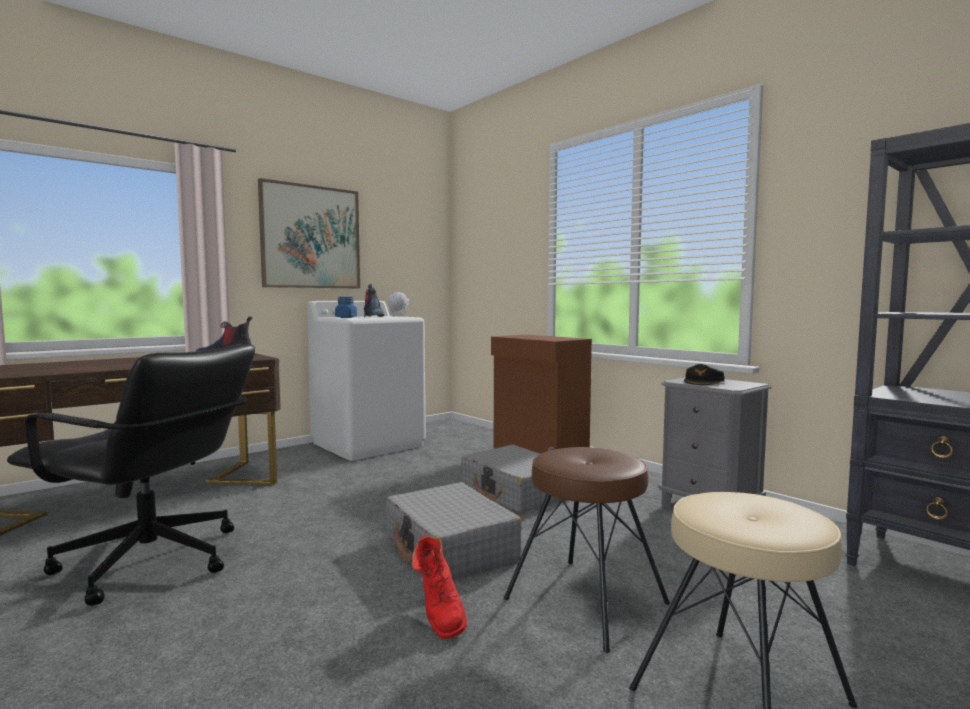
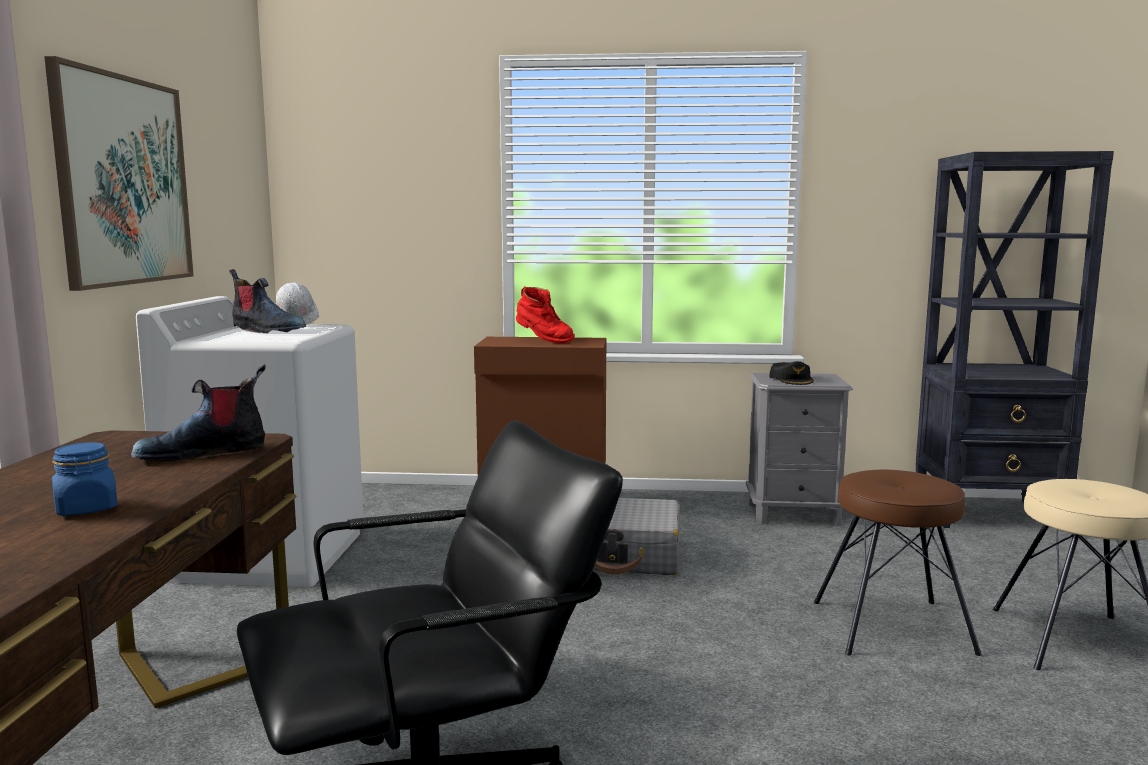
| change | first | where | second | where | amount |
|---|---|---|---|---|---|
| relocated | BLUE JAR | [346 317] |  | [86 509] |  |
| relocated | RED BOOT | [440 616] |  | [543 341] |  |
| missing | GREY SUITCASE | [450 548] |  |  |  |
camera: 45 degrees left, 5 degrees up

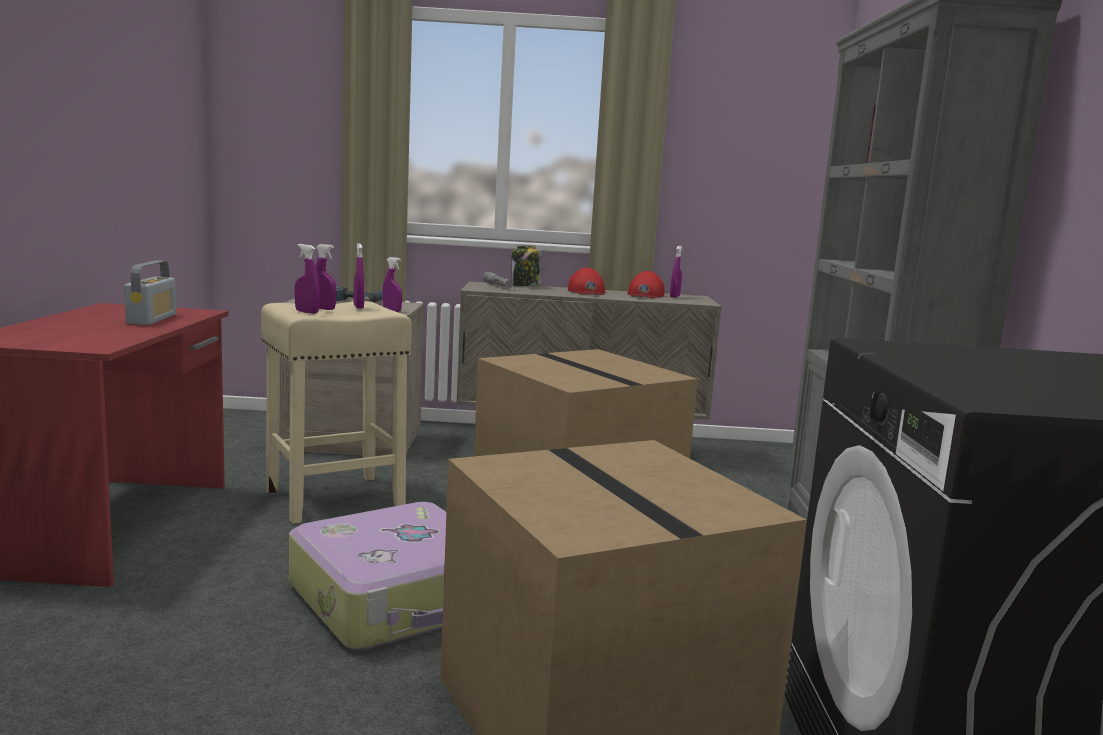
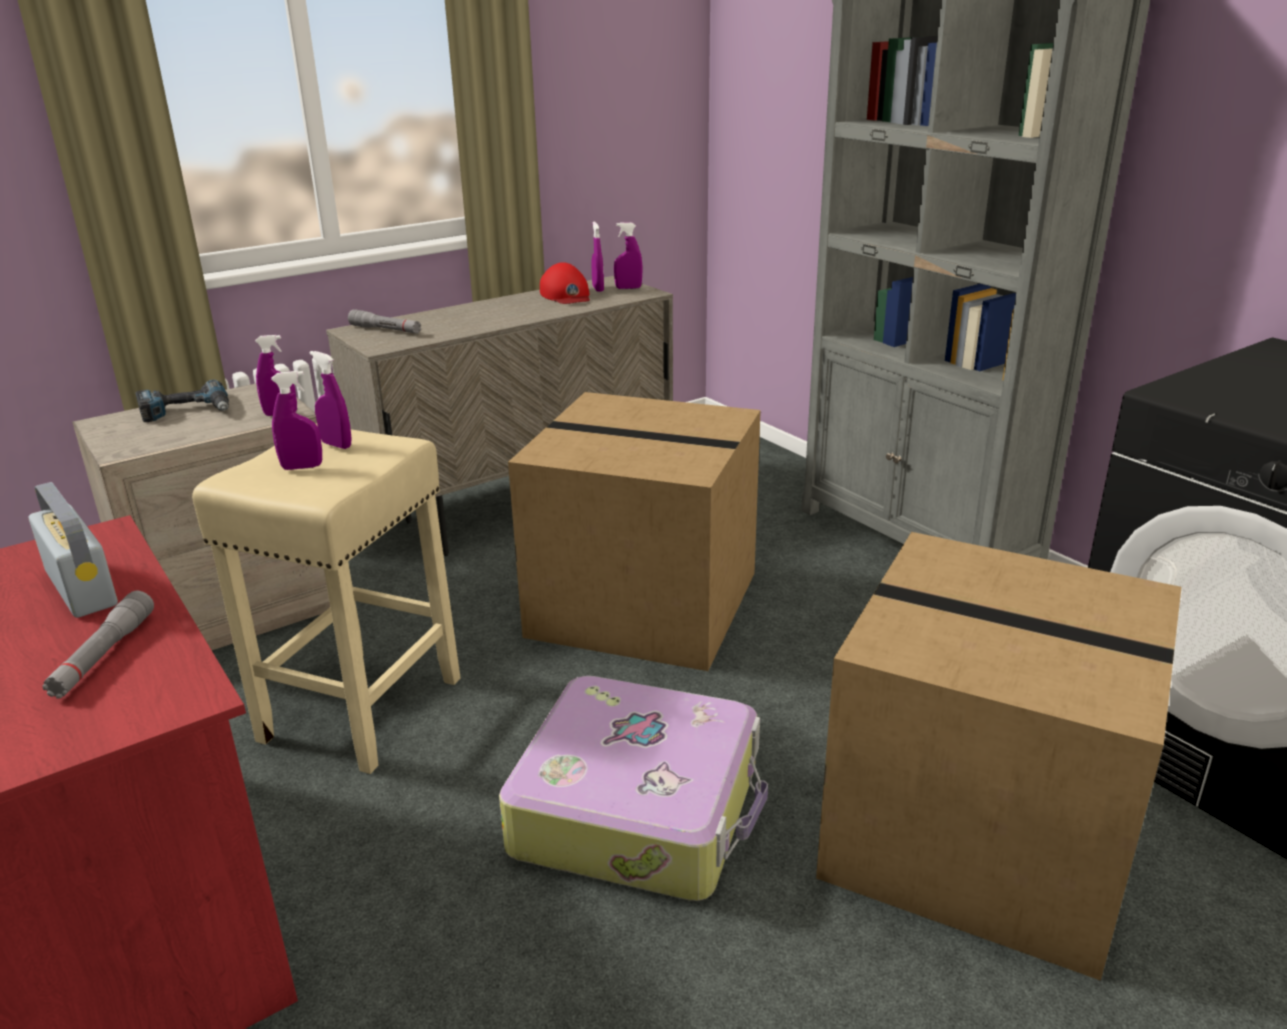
| change | first | where | second | where | amount |
|---|---|---|---|---|---|
| appeared |  |  | GREY FLASHLIGHT | [103 655] |  |
| relocated | PURPLE SPRAY BOTTLE | [307 312] |  | [628 288] |  |
| missing | JAR | [526 286] |  |  |  |
| missing | RED CAP | [587 292] |  |  |  |
camera: 35 degrees left, 15 degrees up

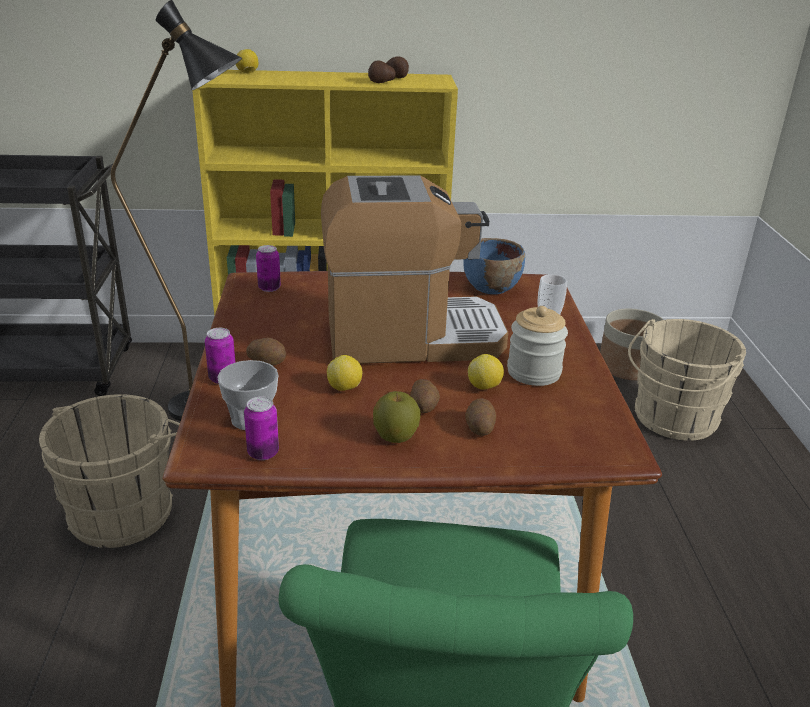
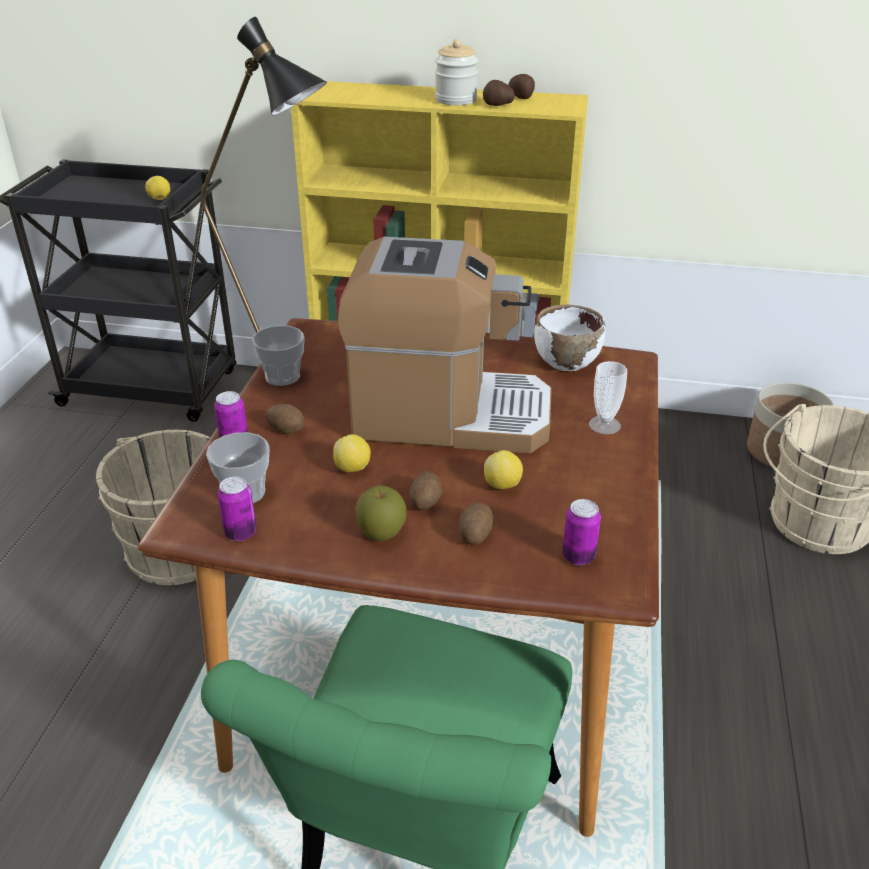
| change | first | where | second | where | amount |
|---|---|---|---|---|---|
| relocated | LEMON | [247 73] |  | [159 199] |  |
| appeared |  |  | CUP | [282 377] |  |
| relocated | JAR | [533 372] |  | [456 100] |  |
| colour | BLUE BOWL | [490 287] | WHITE BOWL | [566 361] |  |
| relocated | CAN | [269 288] |  | [578 556] |  |
camera: 15 degrees right, 5 degrees up

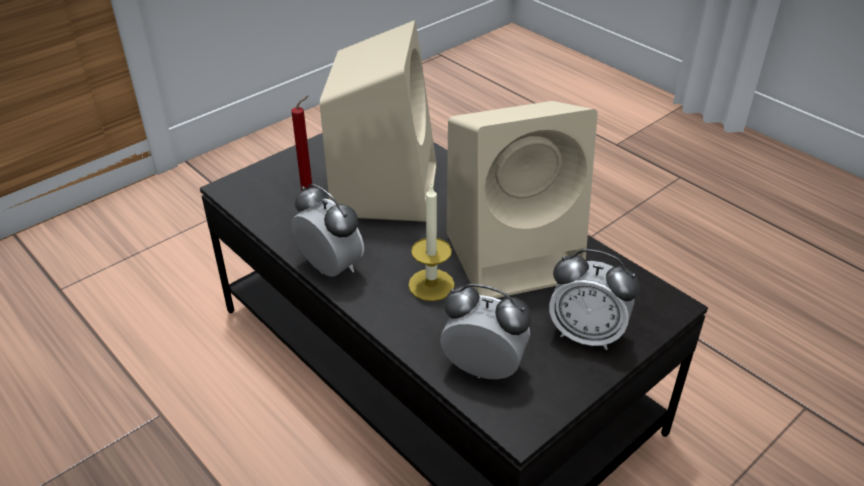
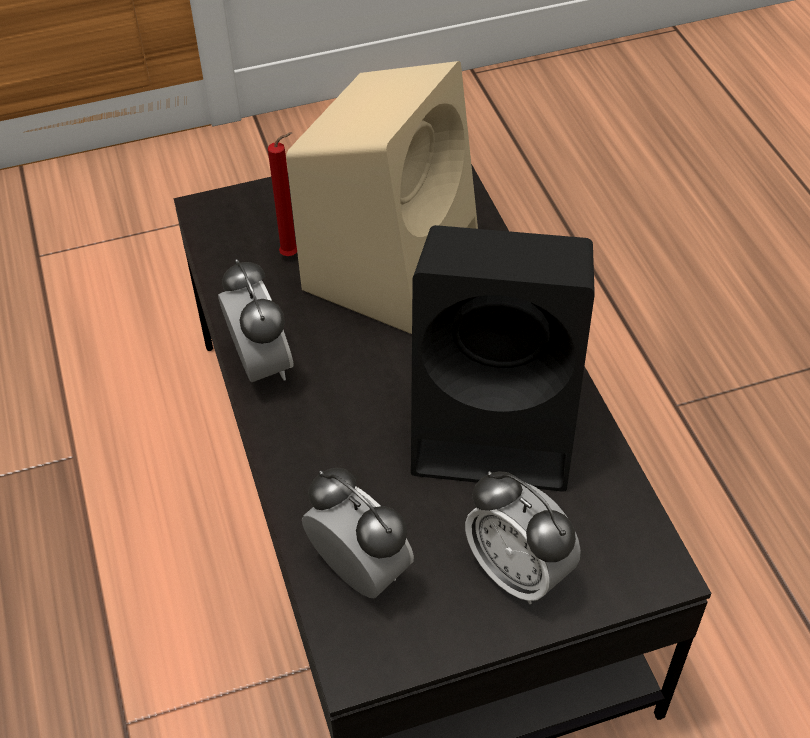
| change | first | where | second | where | amount |
|---|---|---|---|---|---|
| colour | BEIGE SPEAKER | [516 254] | BLACK SPEAKER | [500 423] |  |
| missing | CANDLE | [431 285] |  |  |  |
camera: 25 degrees right, 10 degrees up

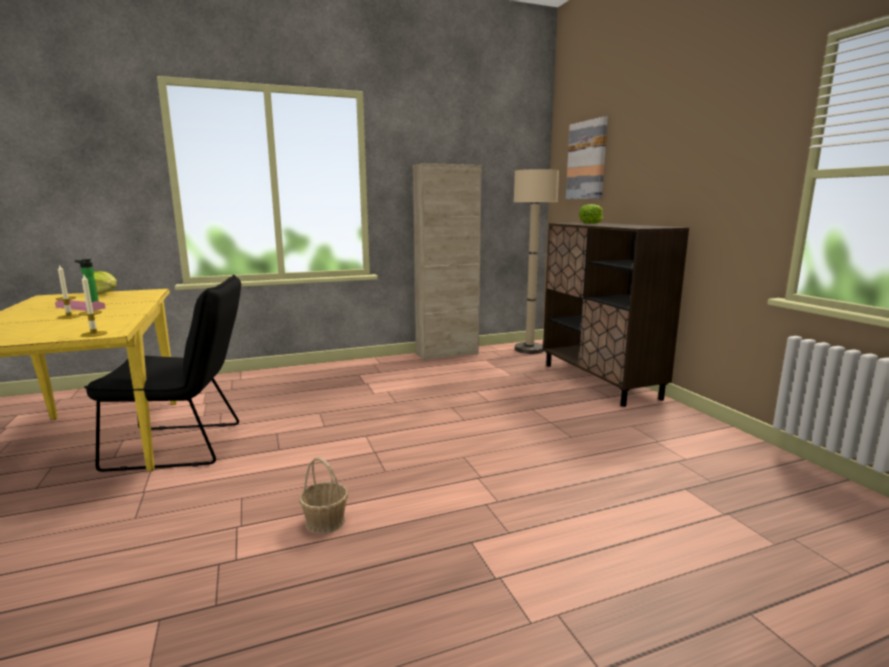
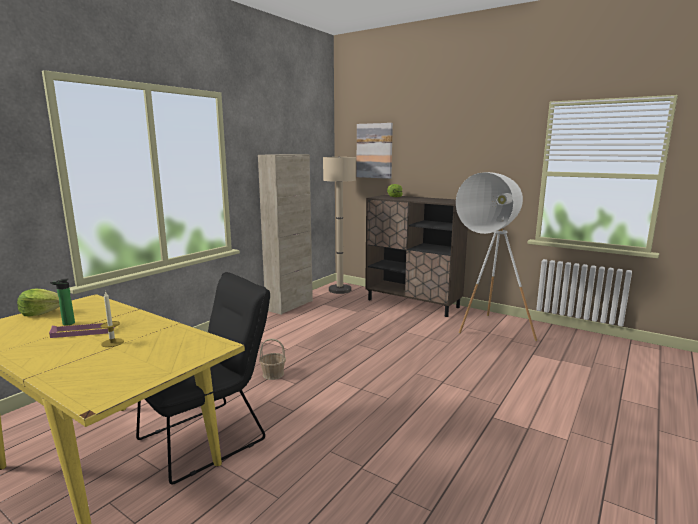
| change | first | where | second | where | amount |
|---|---|---|---|---|---|
| relocated | BASKET | [325 521] |  | [273 374] |  |
| appeared |  |  | WHITE FLOOR LAMP | [486 333] |  |
| missing | CANDLE | [94 334] |  |  |  |
camera: 35 degrees left, 0 degrees up

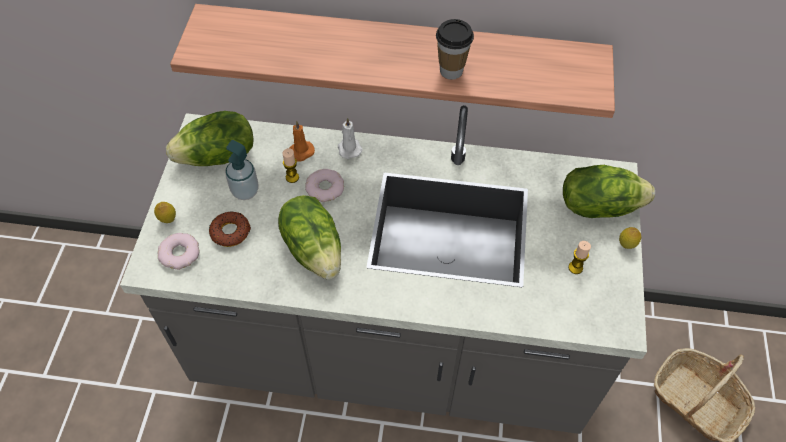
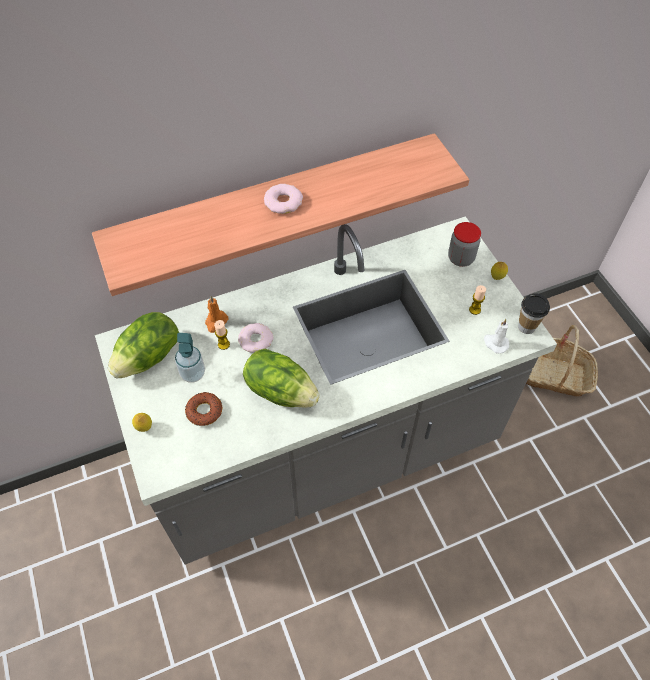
| change | first | where | second | where | amount |
|---|---|---|---|---|---|
| relocated | DONUT | [180 253] |  | [283 202] |  |
| exchanged | LETTUCE | [598 205] | JAR | [460 258] |  |
| relocated | WHITE CANDLE | [349 148] |  | [495 343] |  |
| relocated | CUP | [451 71] |  | [526 327] |  |
camera: 30 degrees left, 0 degrees up

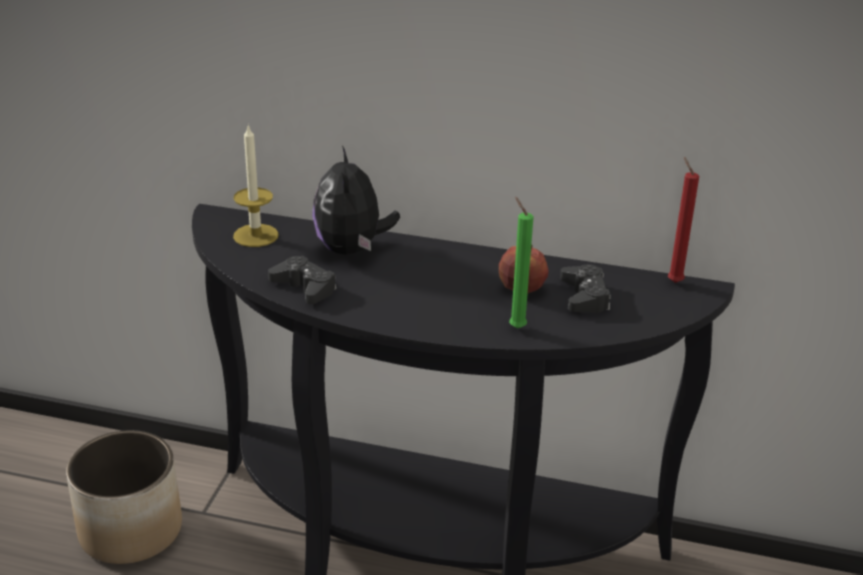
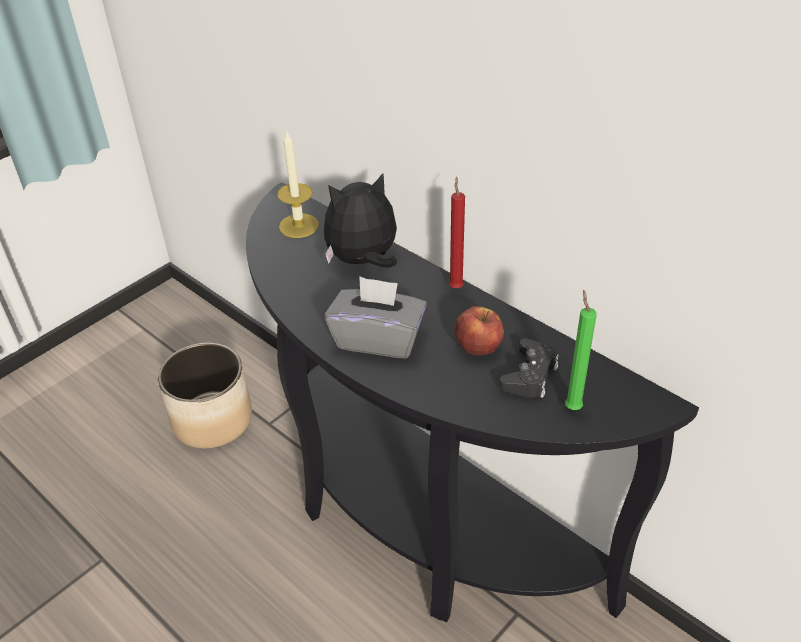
| change | first | where | second | where | amount |
|---|---|---|---|---|---|
| spun | PLUSH TOY | [352 249] |  | [363 261] | 45 degrees clockwise |
| appeared |  |  | GREY TISSUE BOX | [378 339] |  |
| relocated | RED CANDLE | [673 281] |  | [456 286] |  |
| relocated | GREEN CANDLE | [515 327] |  | [572 406] |  |
| missing | BLACK GAME CONTROLLER | [304 287] |  |  |  |
camera: 30 degrees right, 10 degrees up

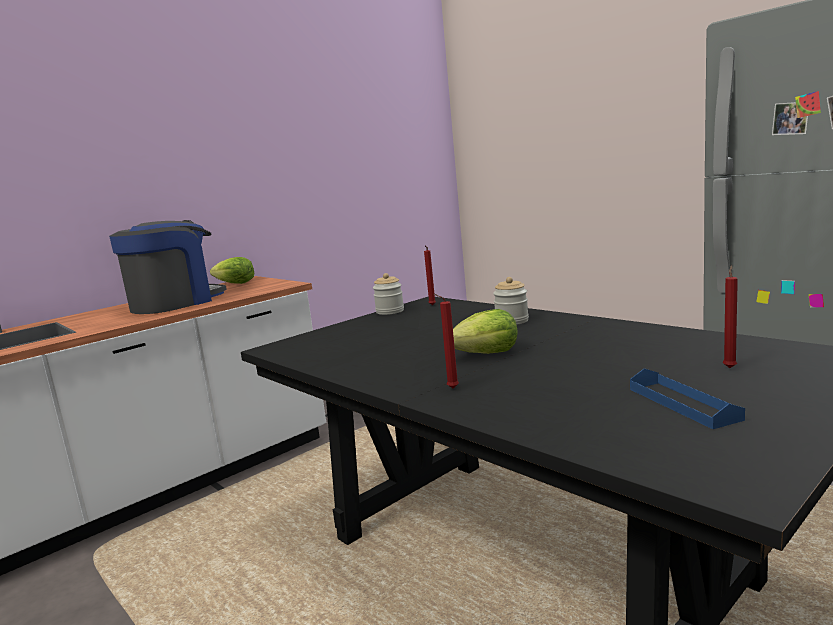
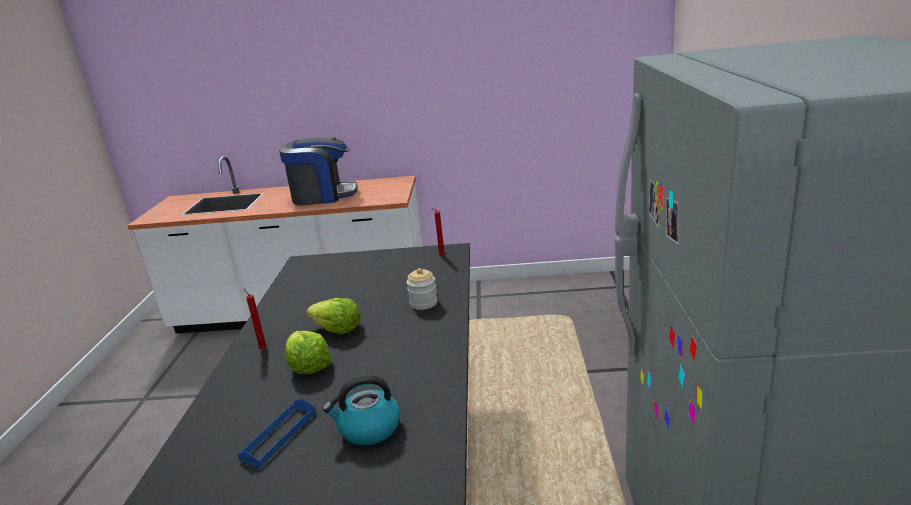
| change | first | where | second | where | amount |
|---|---|---|---|---|---|
| relocated | LETTUCE | [235 283] |  | [308 365] |  |
| exchanged | RED CANDLE | [730 367] | KETTLE | [368 429] |  |
| missing | JAR | [390 311] |  |  |  |
camera: 45 degrees right, 10 degrees up

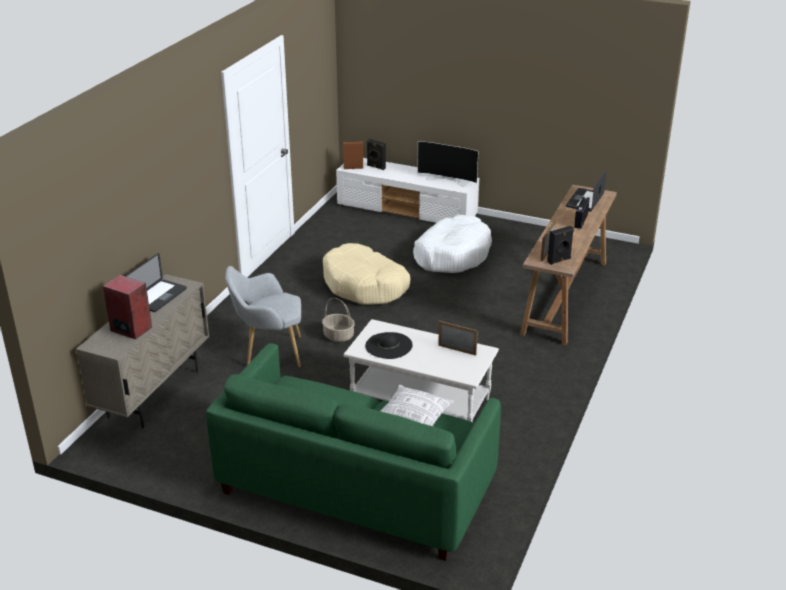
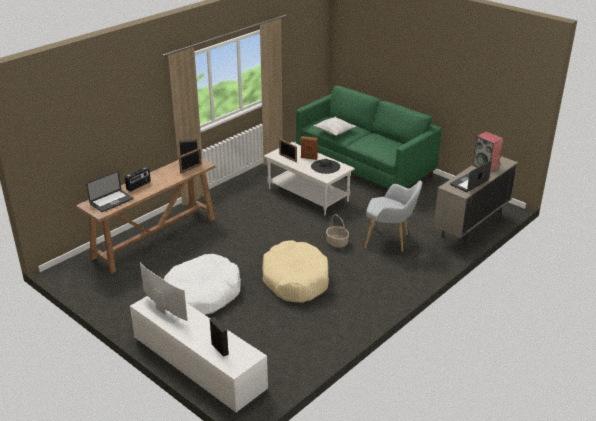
| change | first | where | second | where | amount |
|---|---|---|---|---|---|
| relocated | BROWN SPEAKER | [353 167] |  | [308 158] |  |
camera: 160 degrees left, 0 degrees up

